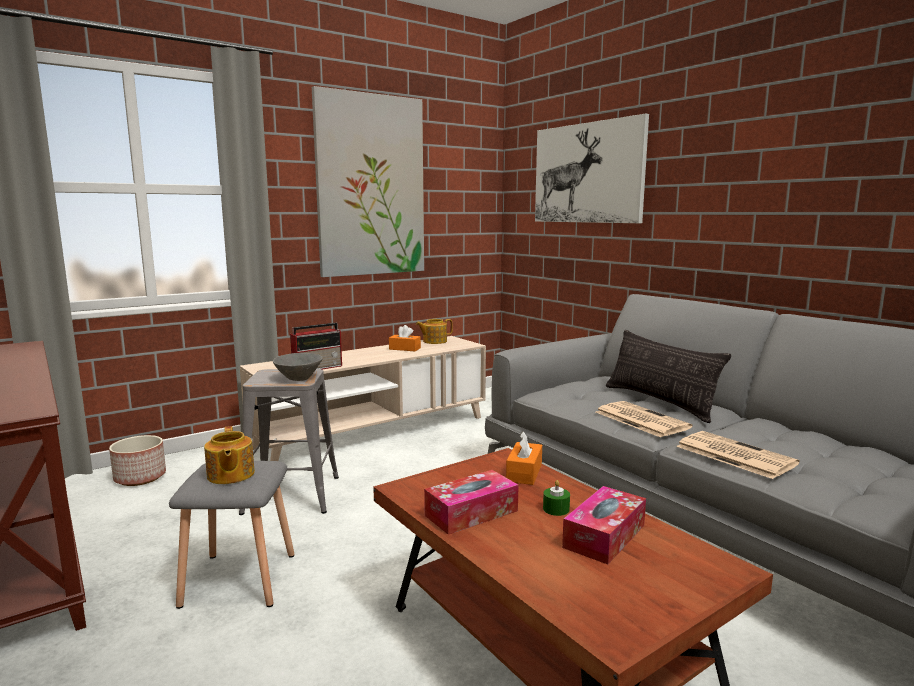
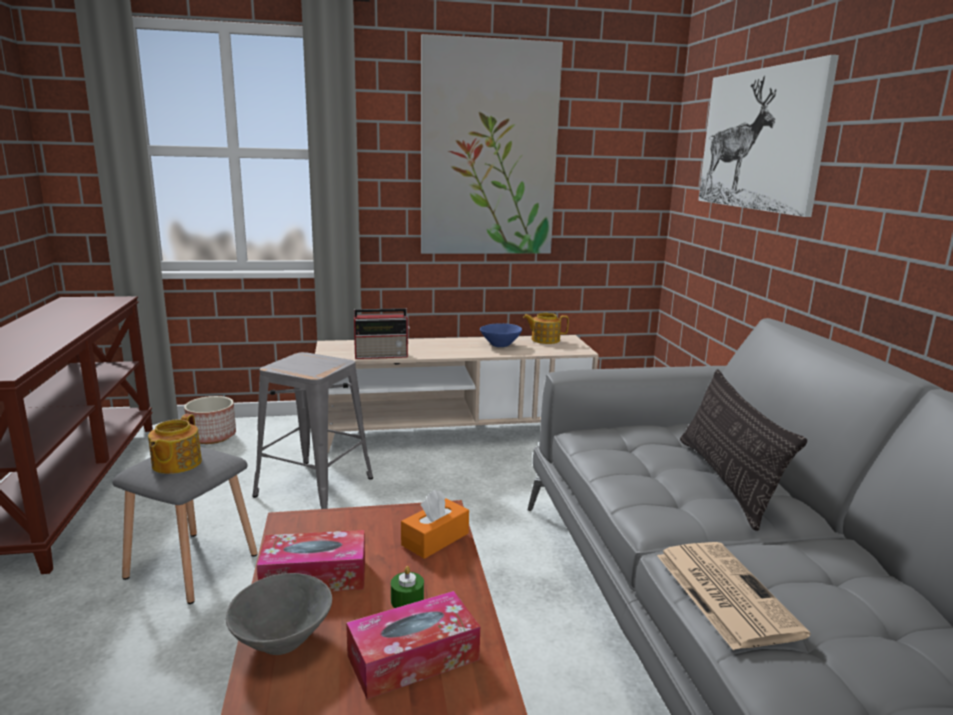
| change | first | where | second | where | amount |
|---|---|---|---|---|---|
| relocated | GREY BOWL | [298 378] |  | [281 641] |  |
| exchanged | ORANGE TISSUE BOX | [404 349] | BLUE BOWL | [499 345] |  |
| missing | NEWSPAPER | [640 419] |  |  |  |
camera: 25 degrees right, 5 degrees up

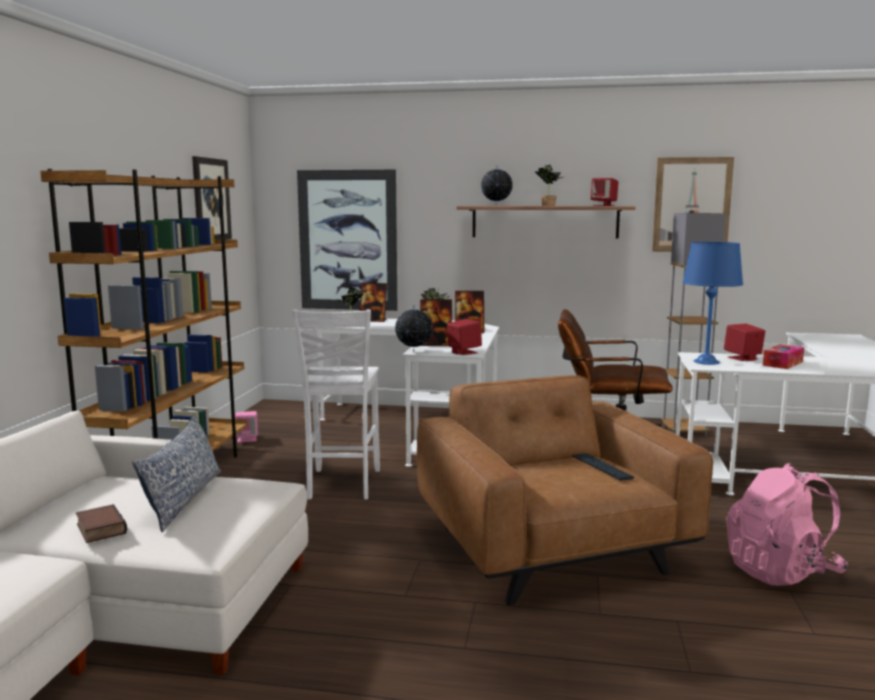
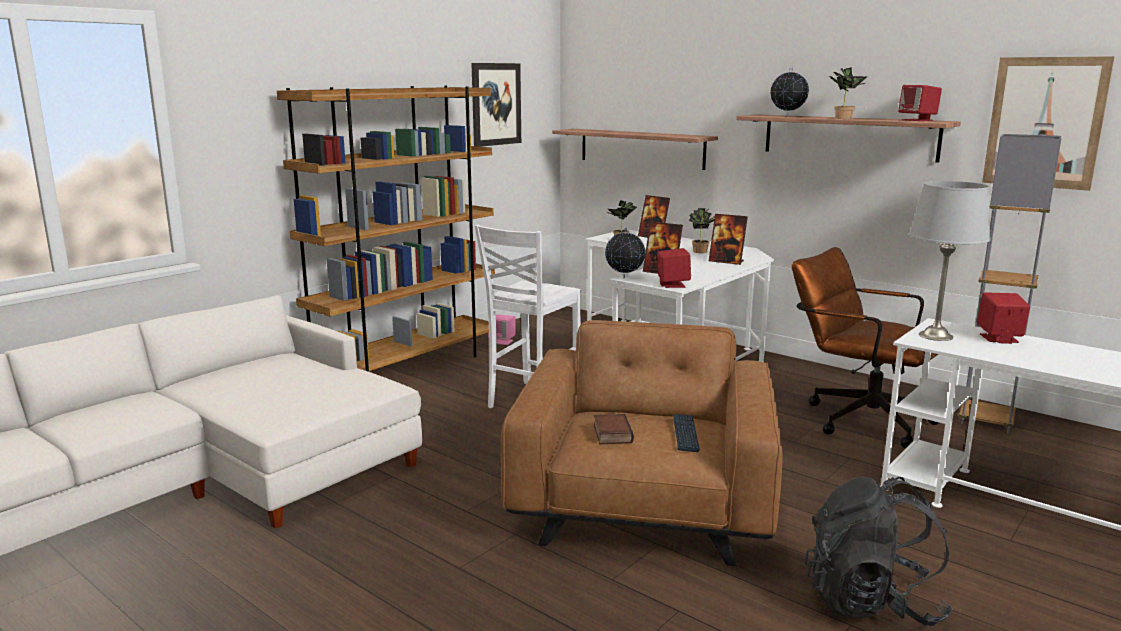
| change | first | where | second | where | amount |
|---|---|---|---|---|---|
| exchanged | PICTURE | [347 240] | SHELF | [641 148] |  |
| relocated | BOOK | [99 529] |  | [611 433] |  |
| colour | PINK BACKPACK | [781 571] | BLACK BACKPACK | [871 603] |  |
| colour | BLUE TABLE LAMP | [706 362] | GREY TABLE LAMP | [935 336] |  |
| missing | PILLOW | [184 499] |  |  |  |
| missing | TISSUE BOX | [782 363] |  |  |  |
camera: 30 degrees right, 5 degrees up

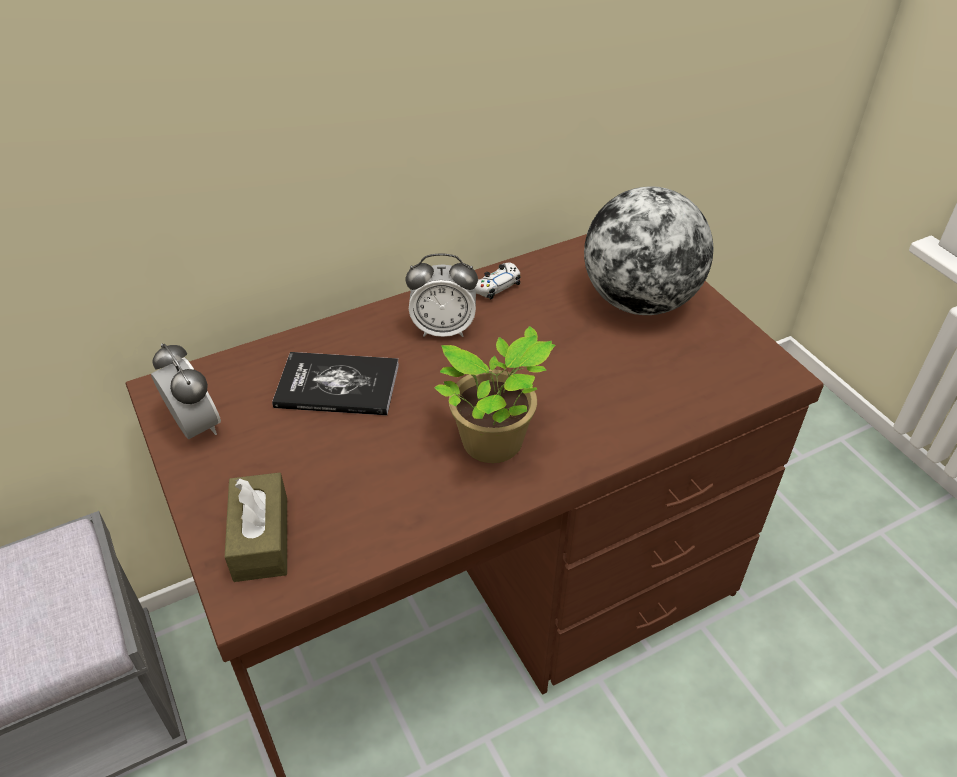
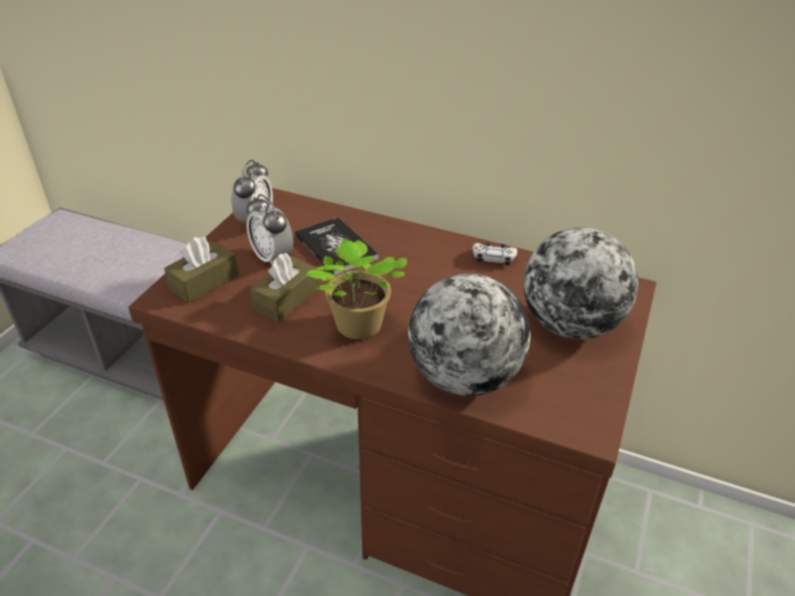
| change | first | where | second | where | amount |
|---|---|---|---|---|---|
| relocated | ALARM CLOCK | [443 329] |  | [272 257] |  |
| appeared |  |  | BROWN TISSUE BOX | [286 299] |  |
| appeared |  |  | GLOBE | [464 377] |  |
camera: 50 degrees right, 5 degrees down

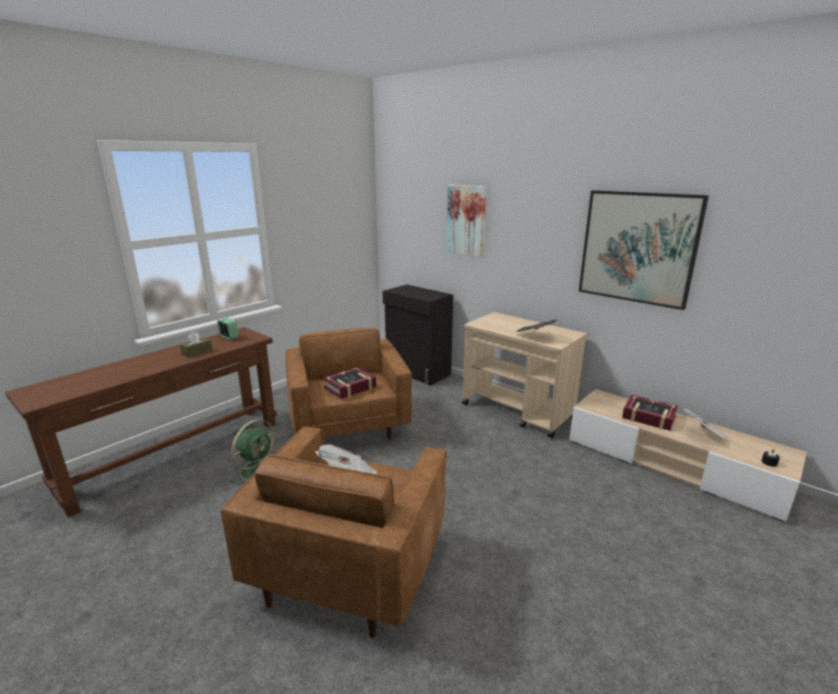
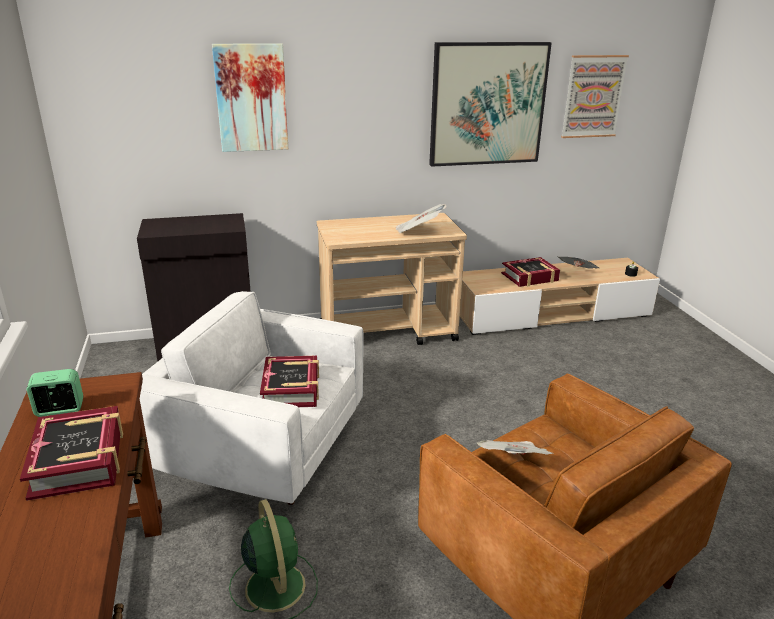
| change | first | where | second | where | amount |
|---|---|---|---|---|---|
| exchanged | BROWN TISSUE BOX | [197 352] | BOOK | [79 460] |  |
| colour | BROWN ARMCHAIR | [349 425] | WHITE ARMCHAIR | [263 453] |  |
| appeared |  |  | PICTURE | [593 96] |  |
camera: 55 degrees left, 5 degrees up

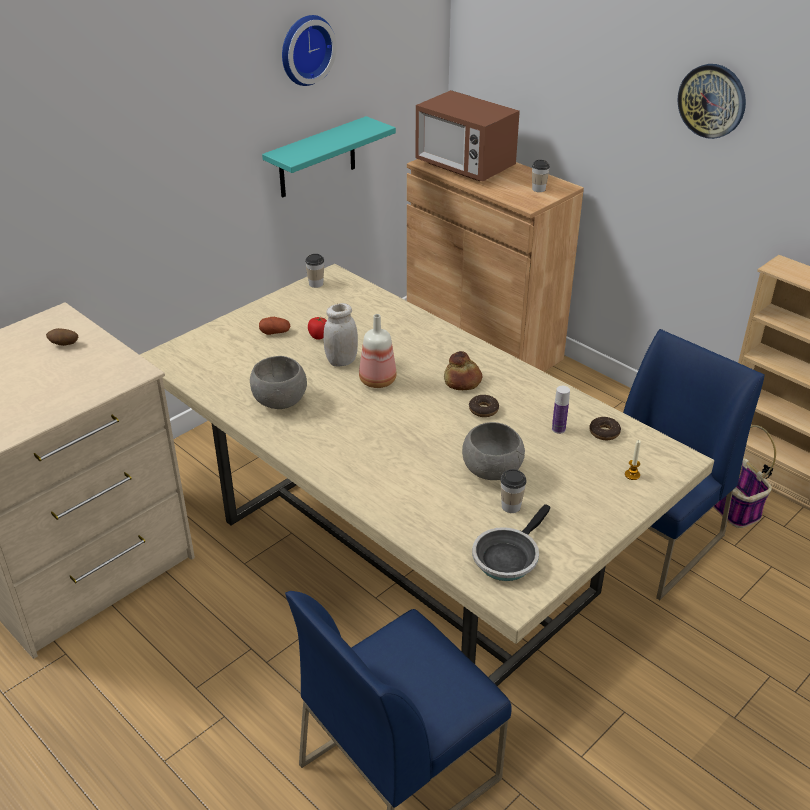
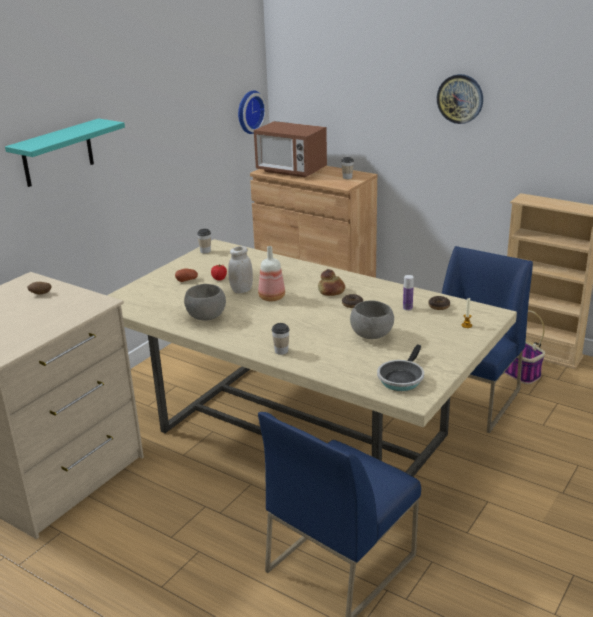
| change | first | where | second | where | amount |
|---|---|---|---|---|---|
| relocated | TURQUOISE SHELF | [317 158] |  | [57 153] |  |
| relocated | WALL CLOCK | [304 49] |  | [249 111] |  |
| relocated | CUP | [511 506] |  | [281 351] |  |
camera: 10 degrees left, 10 degrees down

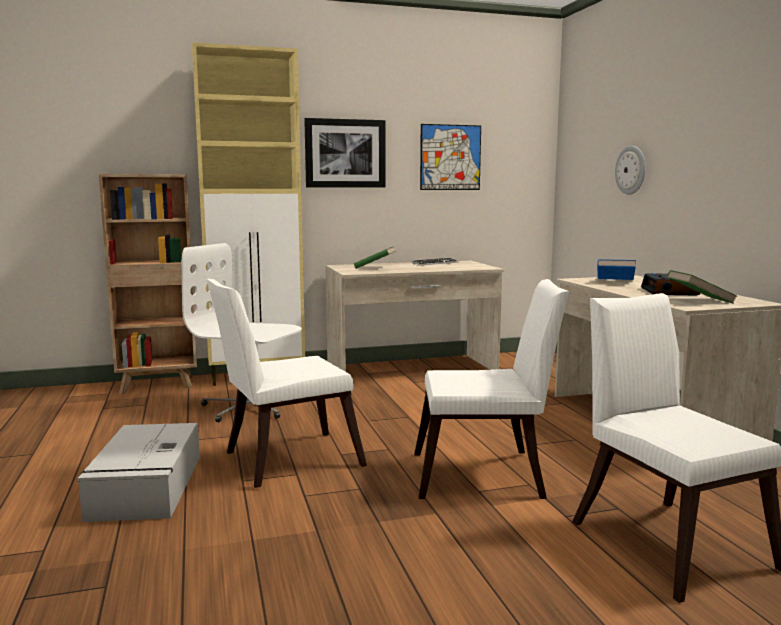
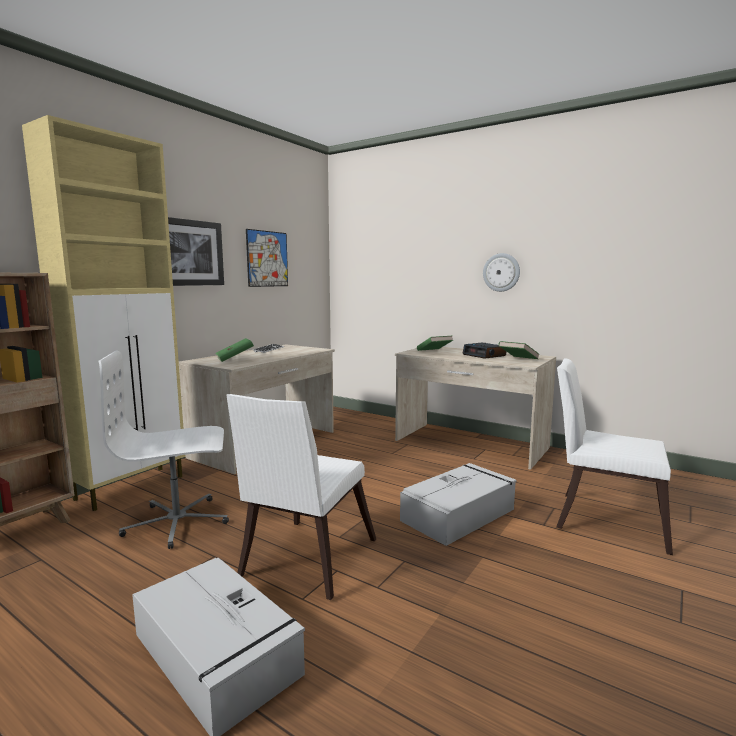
| change | first | where | second | where | amount |
|---|---|---|---|---|---|
| exchanged | WHITE CHAIR | [486 476] | GREY STORAGE BOX | [459 514] |  |
| colour | BLUE BOOK | [615 282] | GREEN BOOK | [434 351] |  |
| relocated | WALL CLOCK | [631 170] |  | [501 272] |  |
camera: 40 degrees left, 0 degrees up

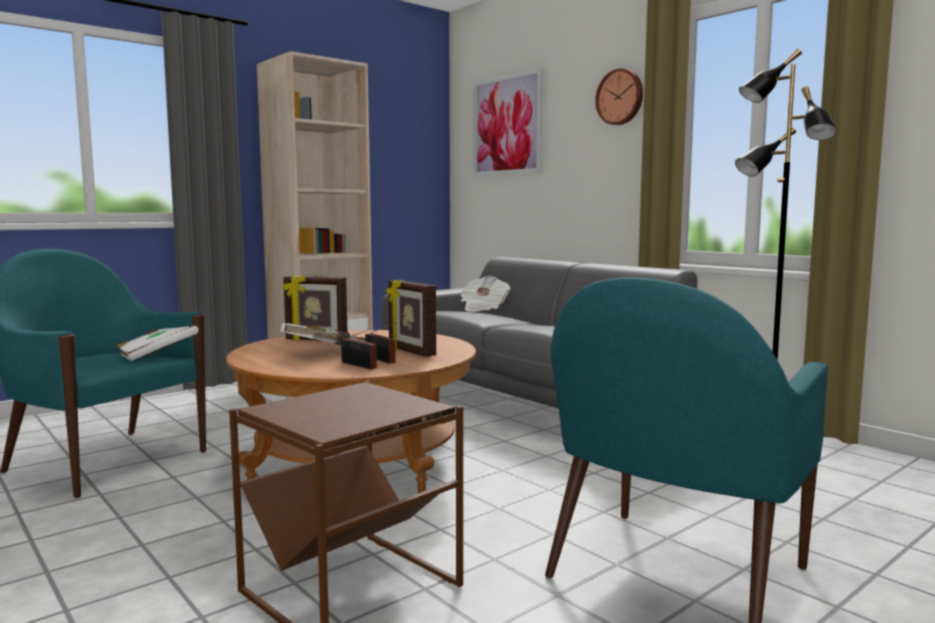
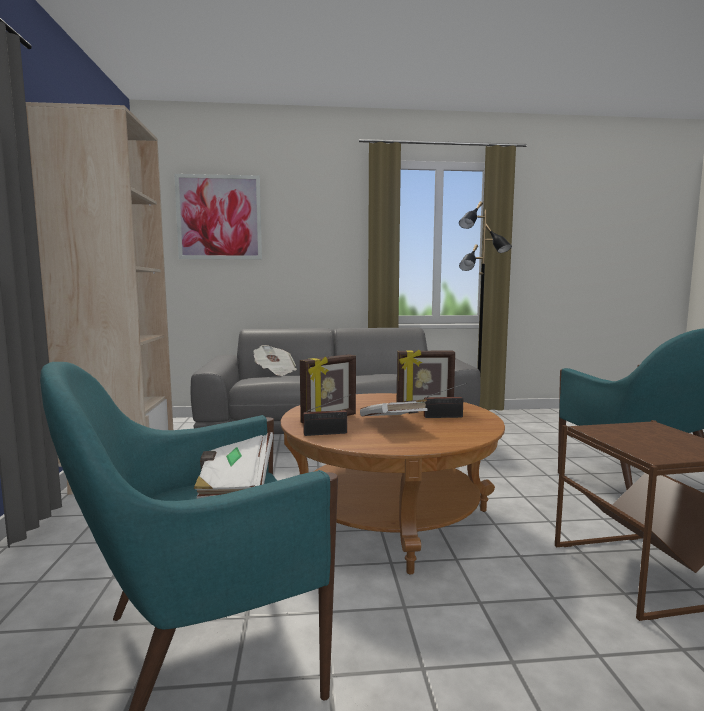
| change | first | where | second | where | amount |
|---|---|---|---|---|---|
| relocated | RADIO | [360 365] |  | [328 433] |  |
| missing | WALL CLOCK | [620 97] |  |  |  |
camera: 55 degrees left, 0 degrees up

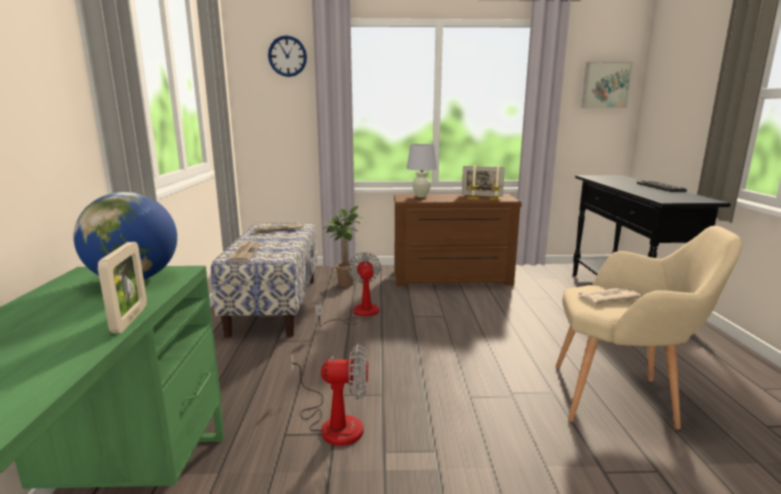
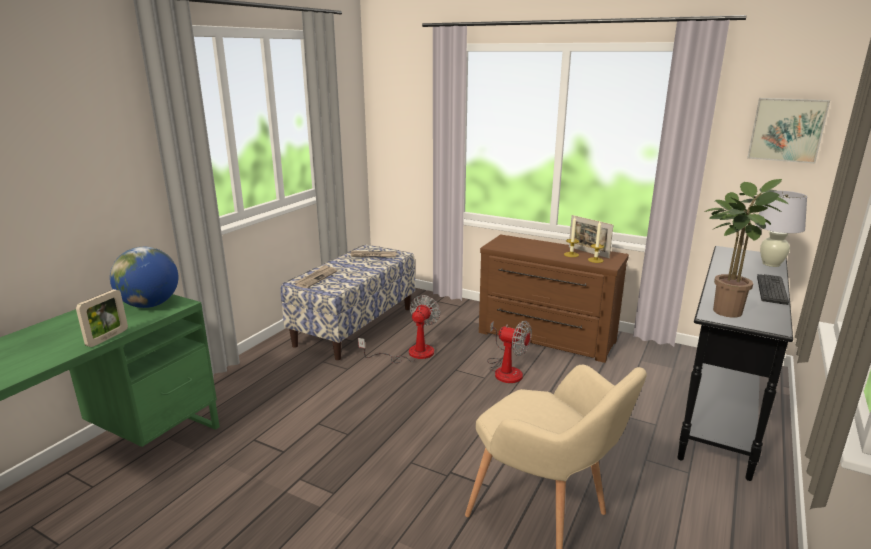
| change | first | where | second | where | amount |
|---|---|---|---|---|---|
| relocated | FAN | [333 423] |  | [506 370] |  |
| relocated | POTTED PLANT | [344 283] |  | [725 309] |  |
| relocated | WHITE TABLE LAMP | [421 196] |  | [771 264] |  |
| missing | WALL CLOCK | [287 56] |  |  |  |
| missing | NEWSPAPER | [606 298] |  |  |  |
camera: 30 degrees right, 5 degrees up

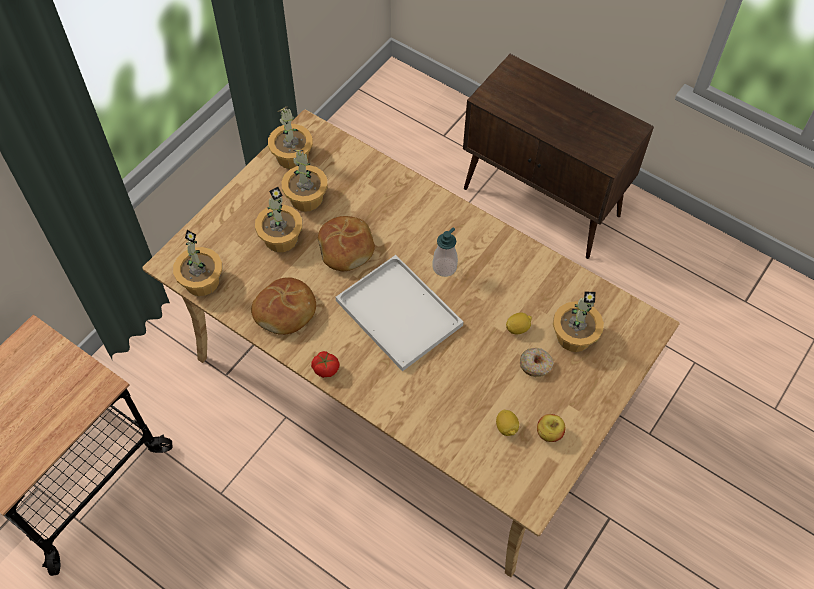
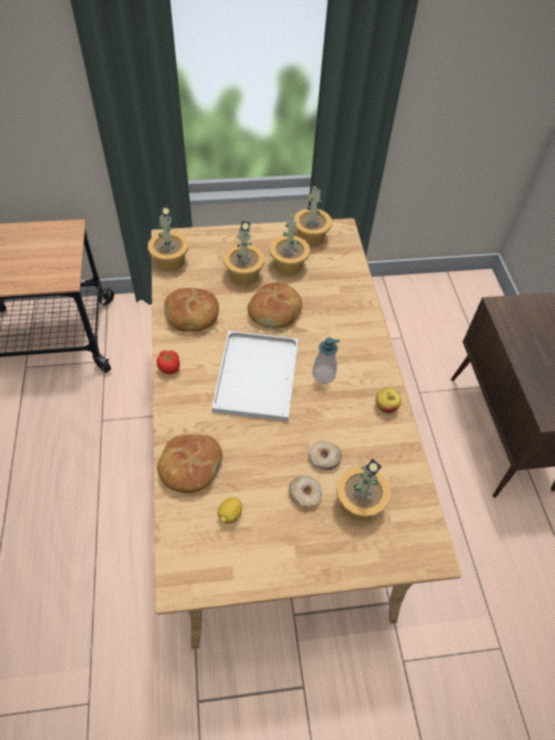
| change | first | where | second | where | amount |
|---|---|---|---|---|---|
| appeared |  |  | BREAD | [190 467] |  |
| exchanged | LEMON | [517 328] | DONUT | [324 458] |  |
| relocated | APPLE | [549 433] |  | [386 406] |  |
camera: 45 degrees right, 5 degrees down

